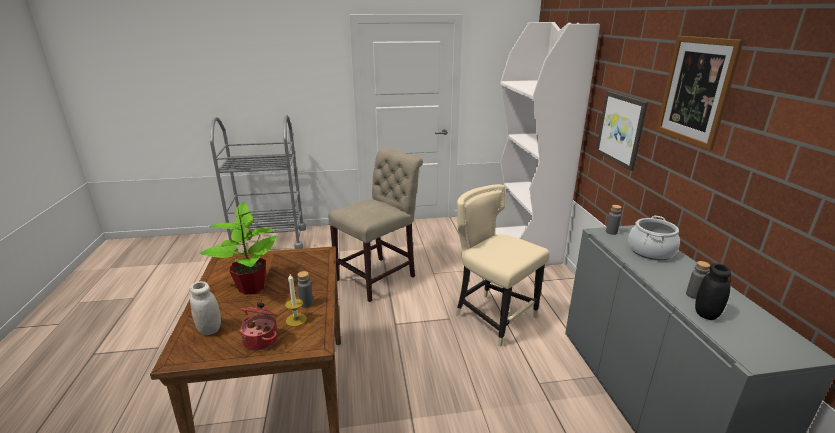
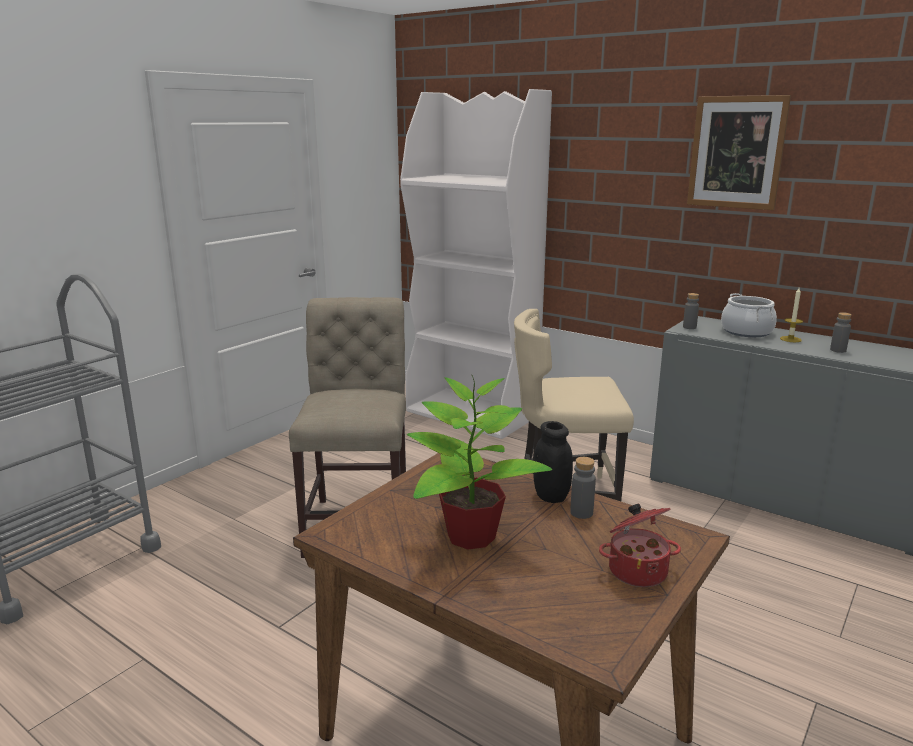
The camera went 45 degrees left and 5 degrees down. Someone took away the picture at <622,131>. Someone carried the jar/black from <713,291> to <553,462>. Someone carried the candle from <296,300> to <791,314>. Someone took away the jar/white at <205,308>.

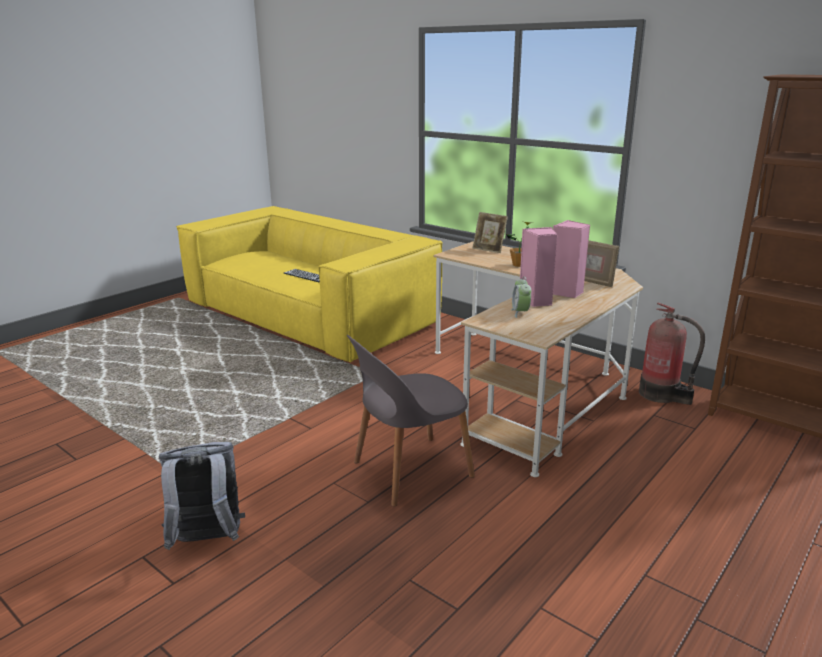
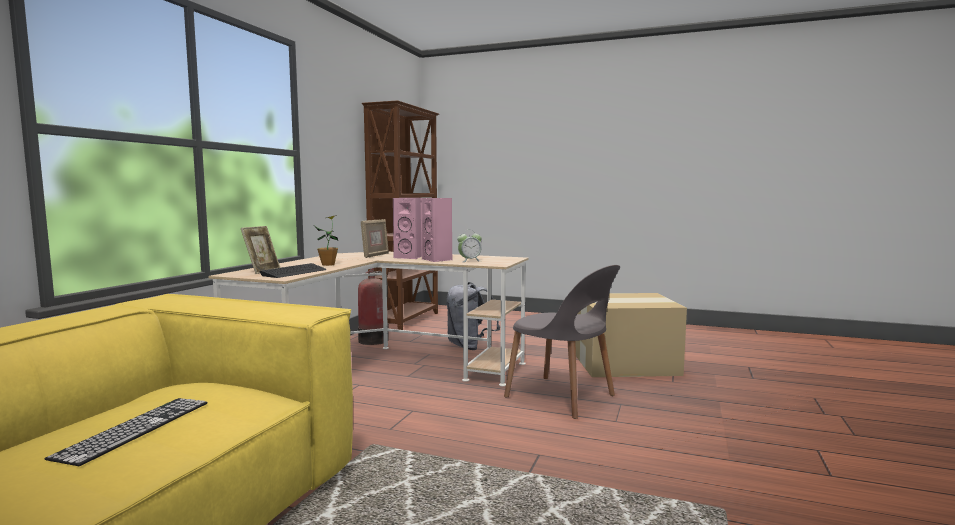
The camera went 110 degrees left and 15 degrees down. Someone carried the backpack/grey from <202,496> to <473,316>. Someone put down the keyboard at <292,270>. Someone put down the cardboard box at <631,335>.

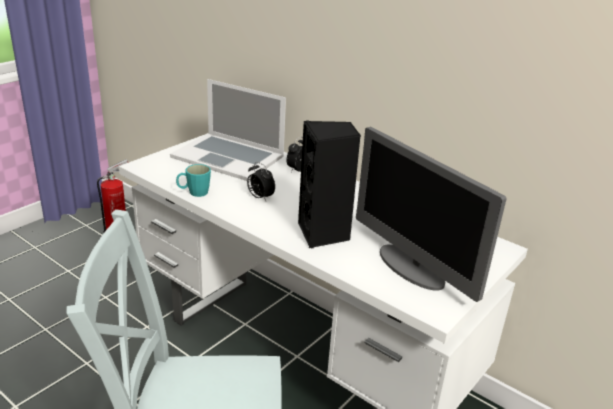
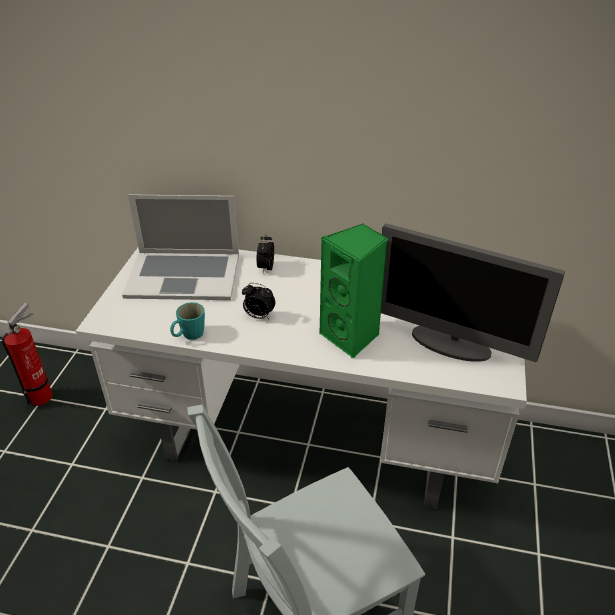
The camera went 25 degrees left and 10 degrees up. Someone repainted the speaker/black at <329,184>, which became the speaker/green at <354,290>.

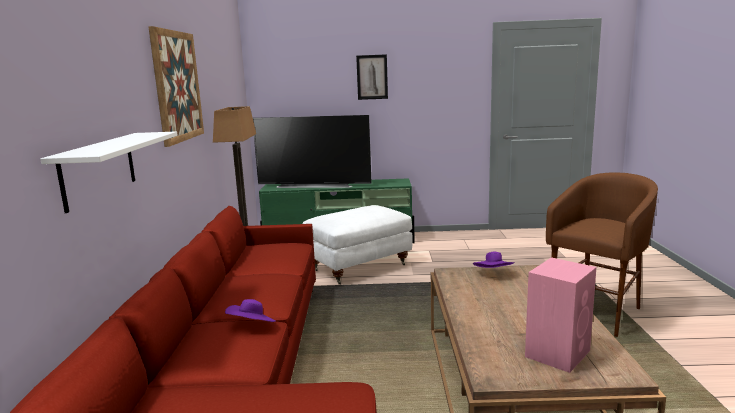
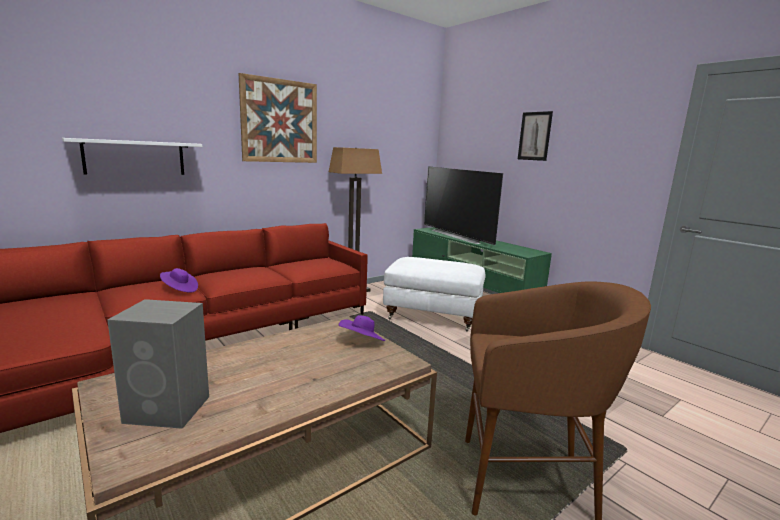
The camera went 50 degrees right and 0 degrees up. Someone repainted the speaker/pink at <560,315>, which became the speaker/grey at <158,364>.

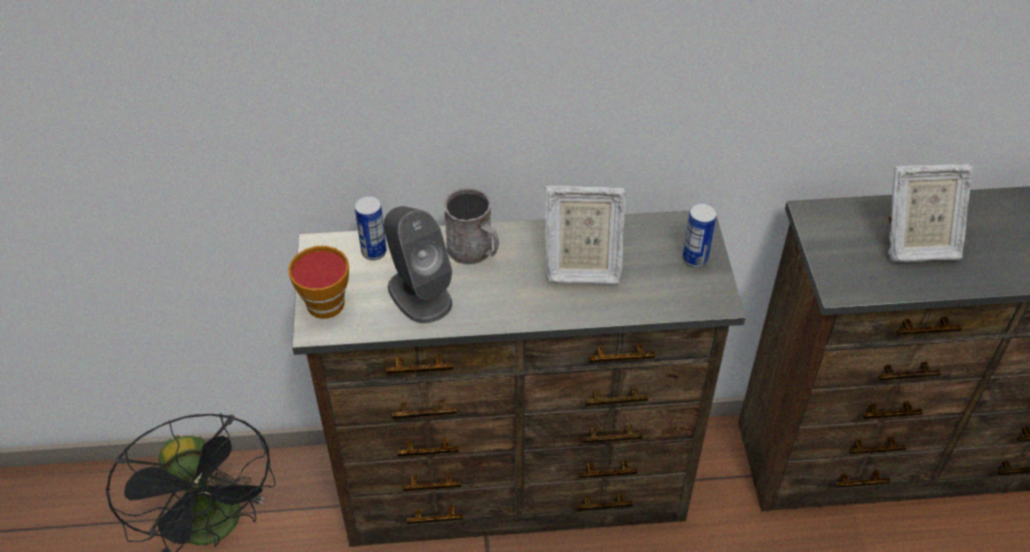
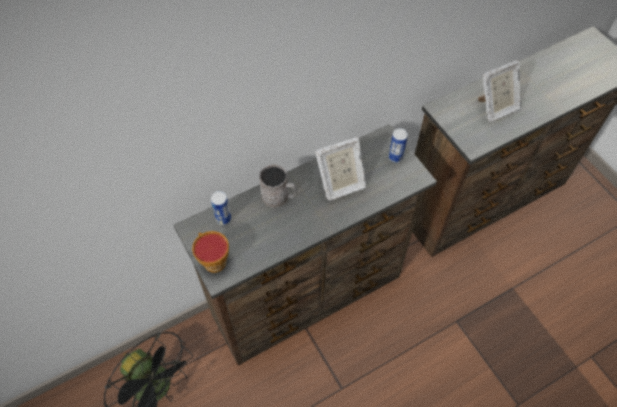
The camera went 25 degrees left and 10 degrees up. Someone took away the speaker/grey at <418,265>.

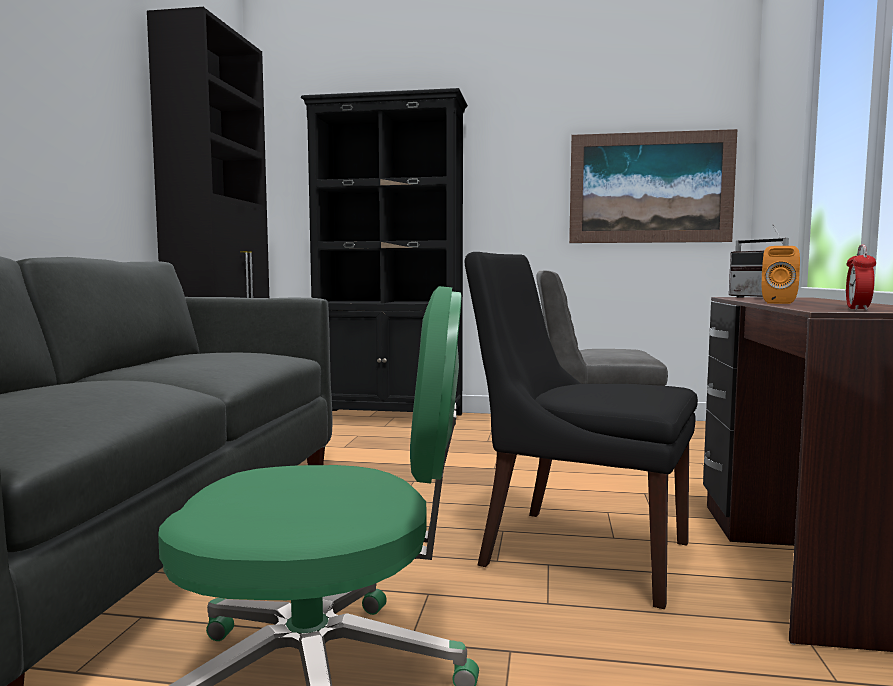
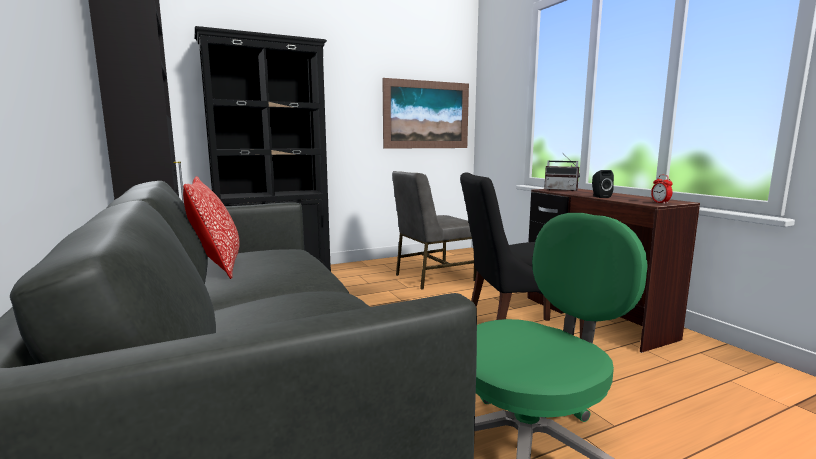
The camera went 35 degrees left and 5 degrees up. Someone repainted the speaker/orange at <781,275>, which became the speaker/black at <603,184>. Someone put down the pillow at <211,227>.

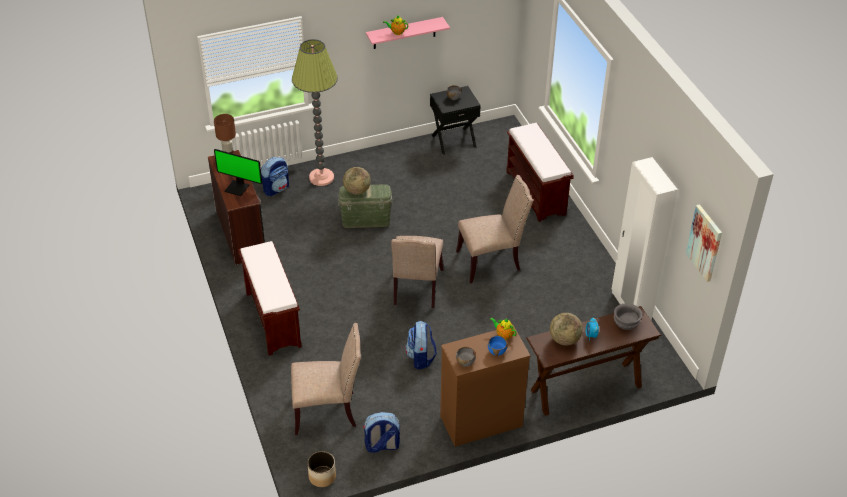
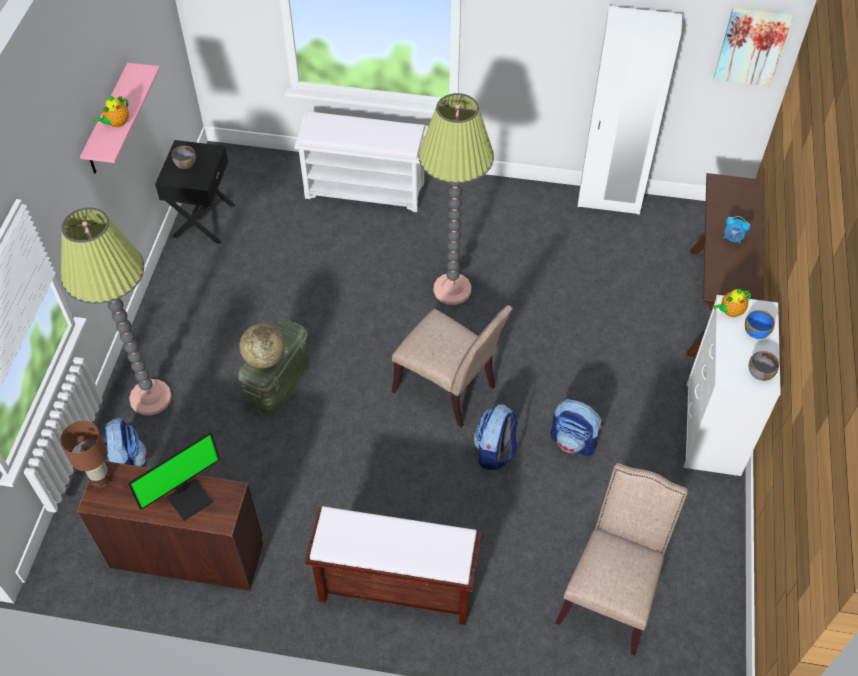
The camera went 60 degrees left and 10 degrees up. Someone repainted the bench/brown at <540,172>, which became the bench/white at <361,161>. Someone swapped the chair/beige at <494,229> for the floor lamp at <456,199>. Someone took away the bowl/grey at <628,316>. Someone took away the globe at <566,329>. Someone repainted the dresser/brown at <485,386>, which became the dresser/white at <732,385>. Someone carried the backpack from <381,432> to <496,437>. Someone took away the planter at <322,469>.

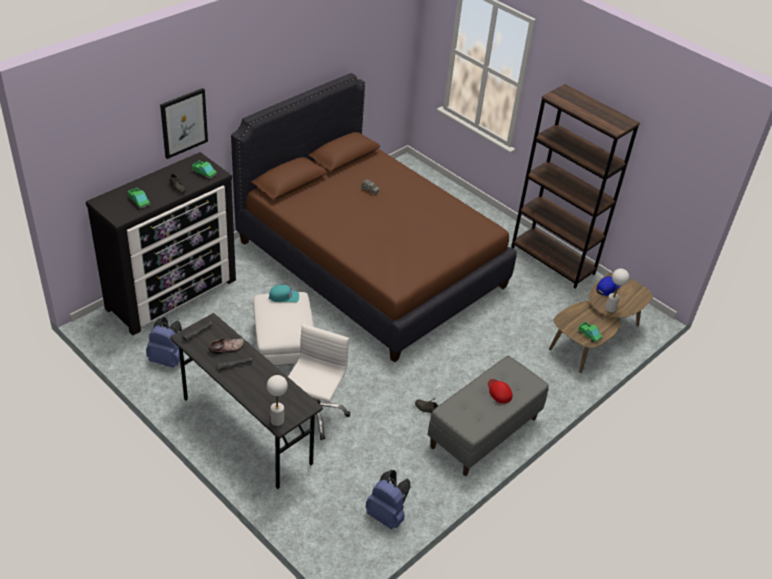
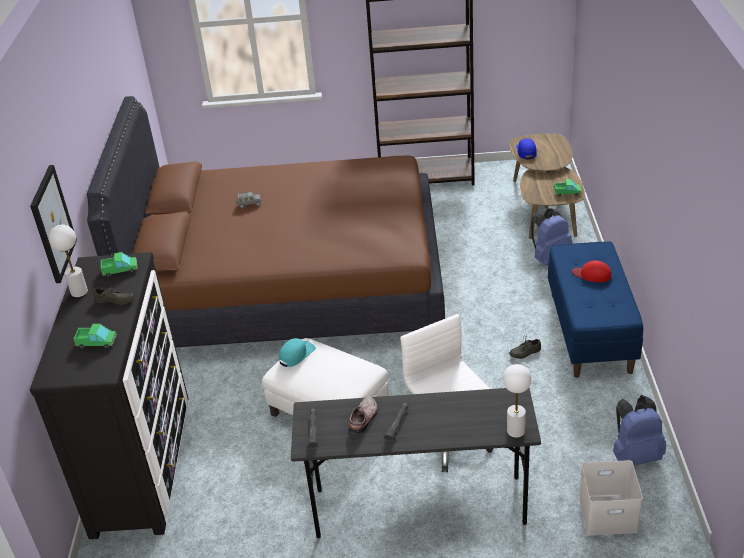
The camera went 40 degrees left and 5 degrees down. Someone carried the table lamp/white from <617,291> to <68,261>. Someone carried the backpack/blue from <164,342> to <552,237>. Someone repainted the bench/grey at <488,416>, which became the bench/blue at <595,309>. Someone put down the storage box/white at <611,498>.

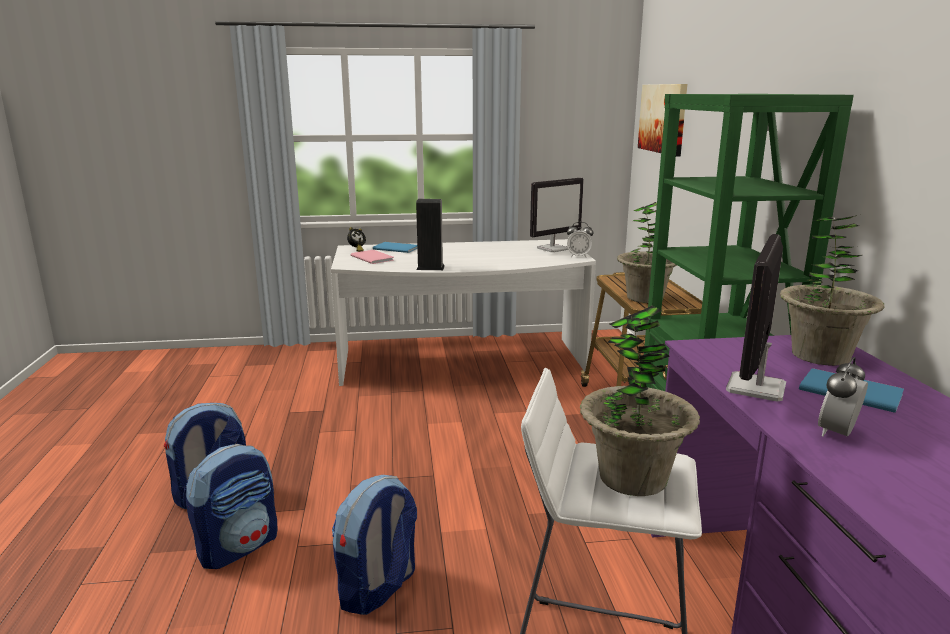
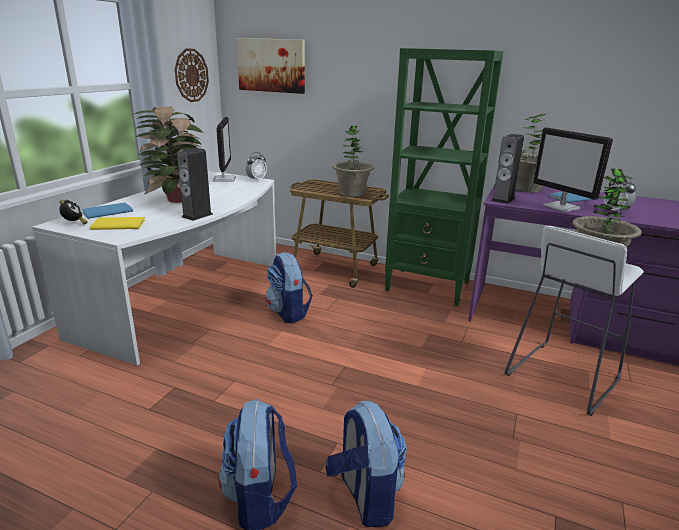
The camera went 60 degrees left and 5 degrees up. Someone repainted the book/pink at <372,257>, which became the book/yellow at <117,223>. Someone carried the backpack from <374,545> to <289,288>. Someone put up the wall clock at <192,75>. Someone put down the potted plant at <169,154>. Someone put down the speaker at <507,169>.

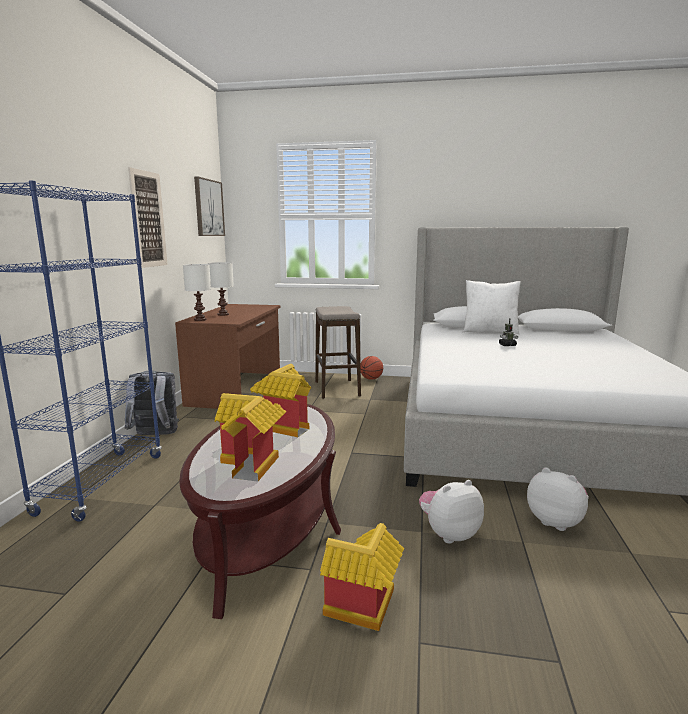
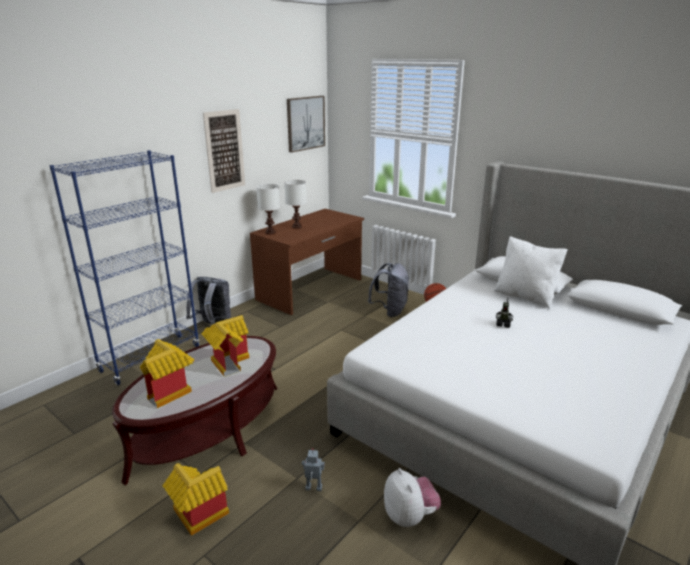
The camera went 30 degrees right and 10 degrees up. Someone swapped the stool at <338,352> for the backpack/grey at <388,290>. Someone swapped the plush toy at <451,512> for the toy robot at <313,469>.

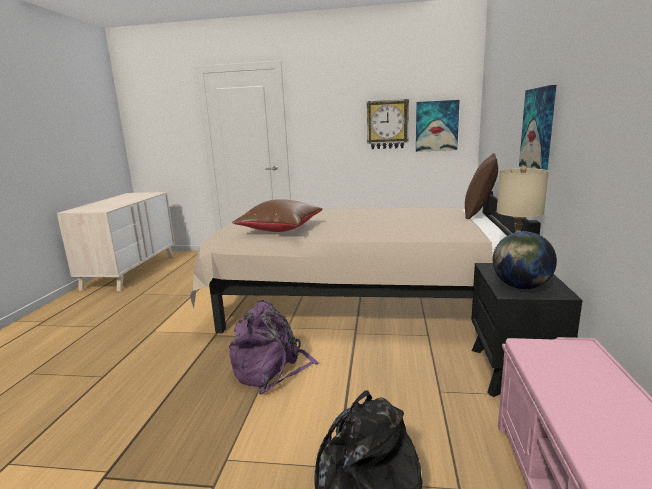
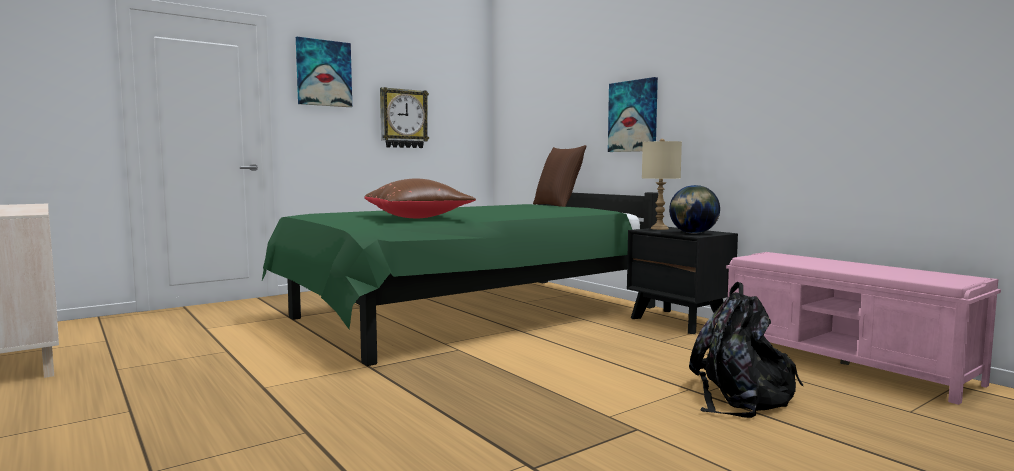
The camera went 45 degrees left and 10 degrees down. Someone carried the picture from <438,126> to <324,72>. Someone repainted the bed/beige at <365,262>, which became the bed/green at <460,279>. Someone took away the backpack/purple at <274,347>.

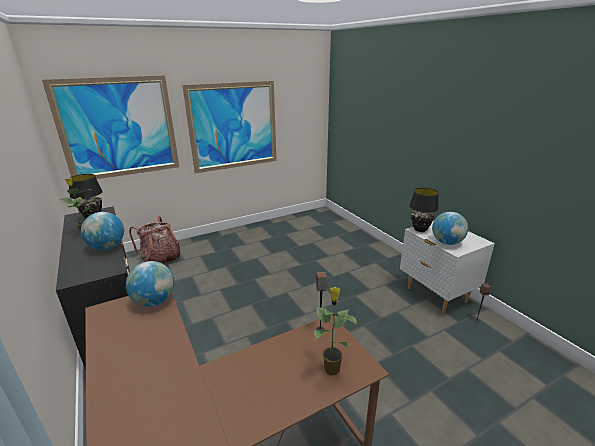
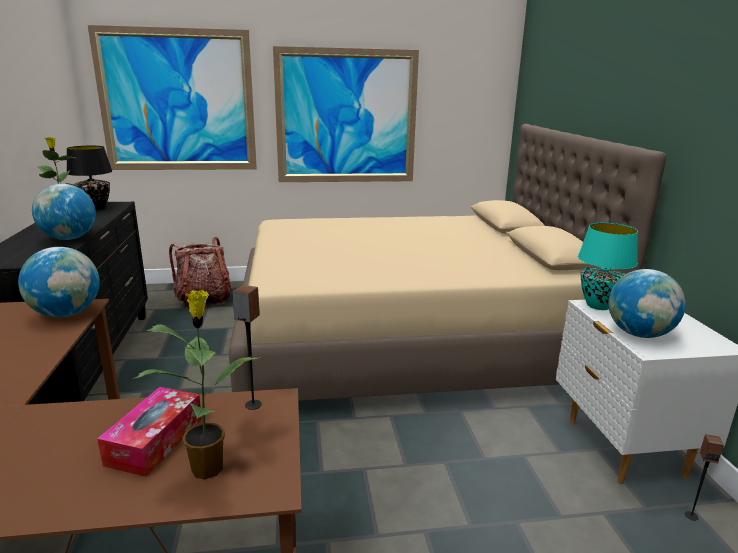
The camera went 20 degrees right and 5 degrees down. Someone repainted the table lamp/black at <424,210>, which became the table lamp/turquoise at <608,266>. Someone put down the bed/beige at <447,262>. Someone put down the tissue box at <149,432>.

